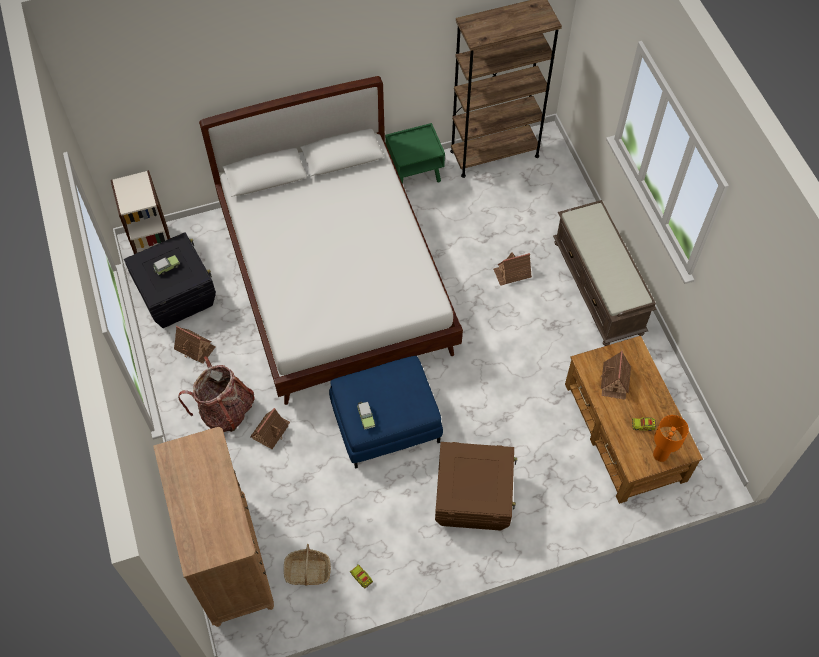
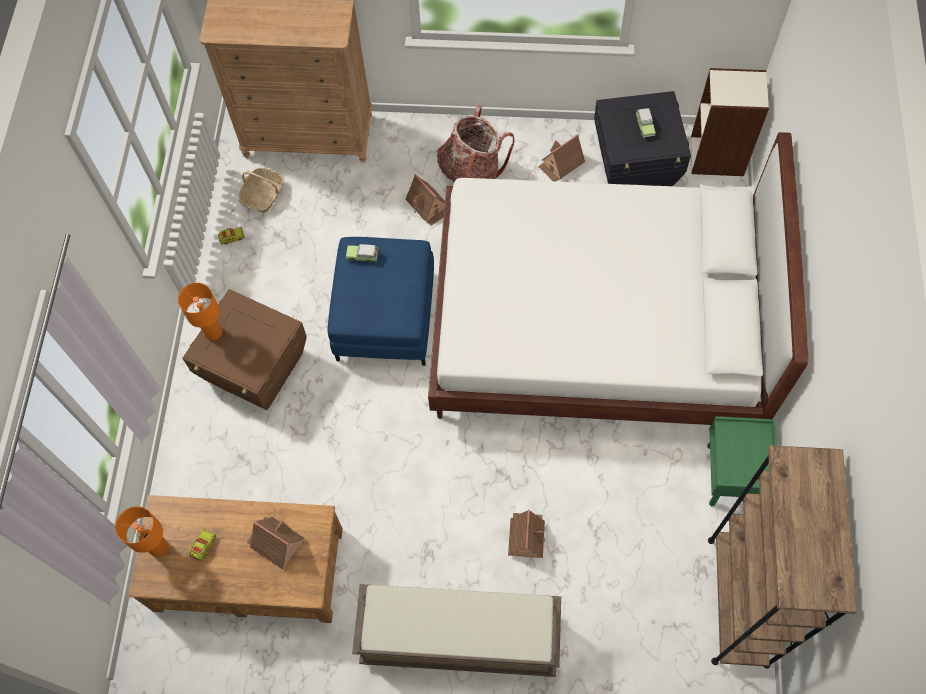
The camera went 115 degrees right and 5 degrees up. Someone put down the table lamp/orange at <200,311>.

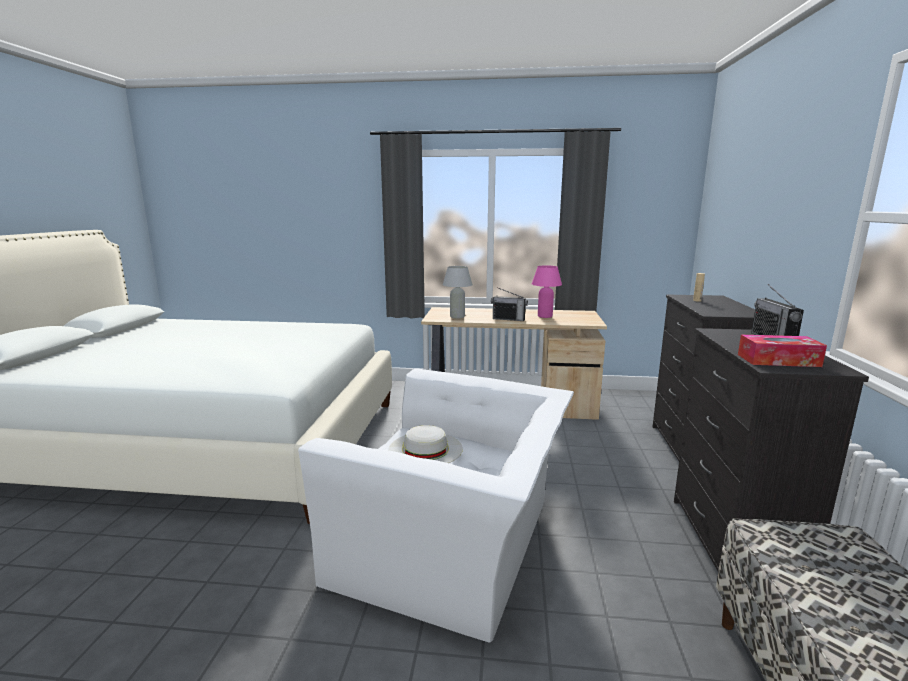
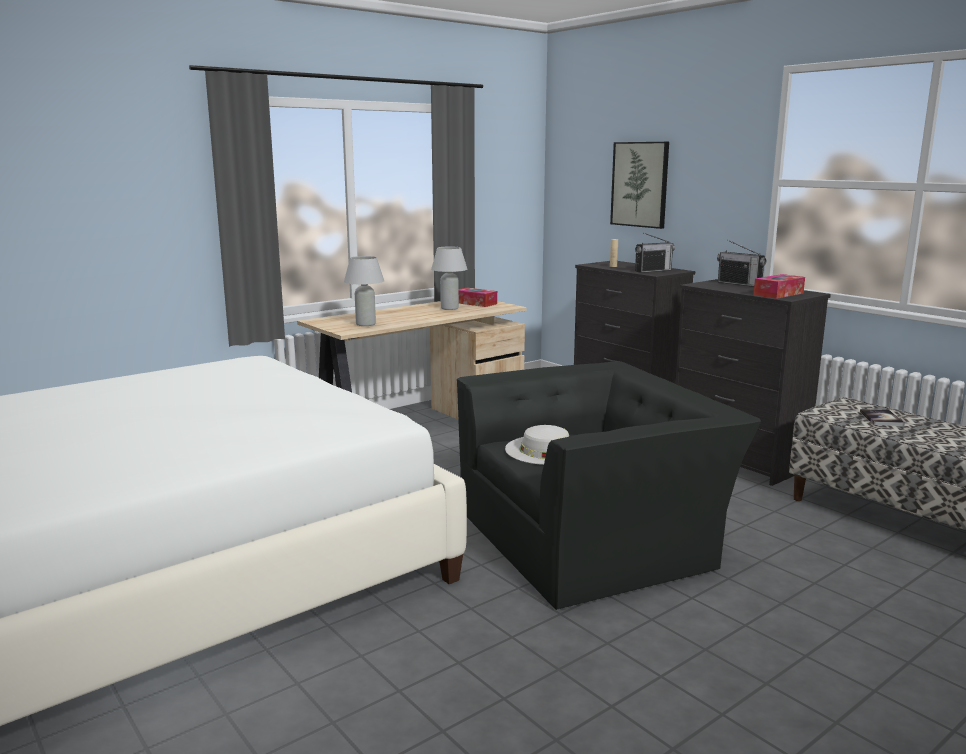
The camera went 45 degrees left and 0 degrees up. Someone repainted the table lamp/pink at <547,291>, which became the table lamp/white at <449,278>. Someone carried the radio from <509,304> to <655,253>. Someone repainted the armchair/white at <436,505>, which became the armchair/black at <609,485>. Someone put up the picture at <639,185>. Someone put down the tissue box at <478,297>. Someone put down the book at <882,417>.

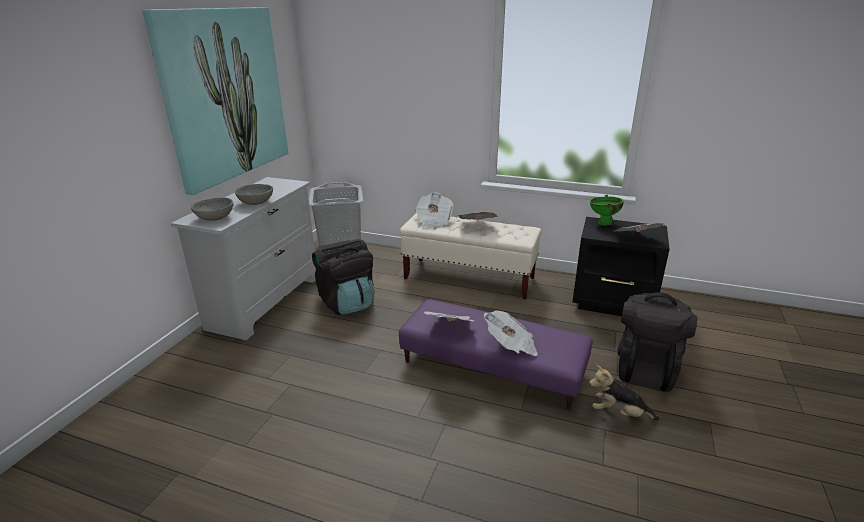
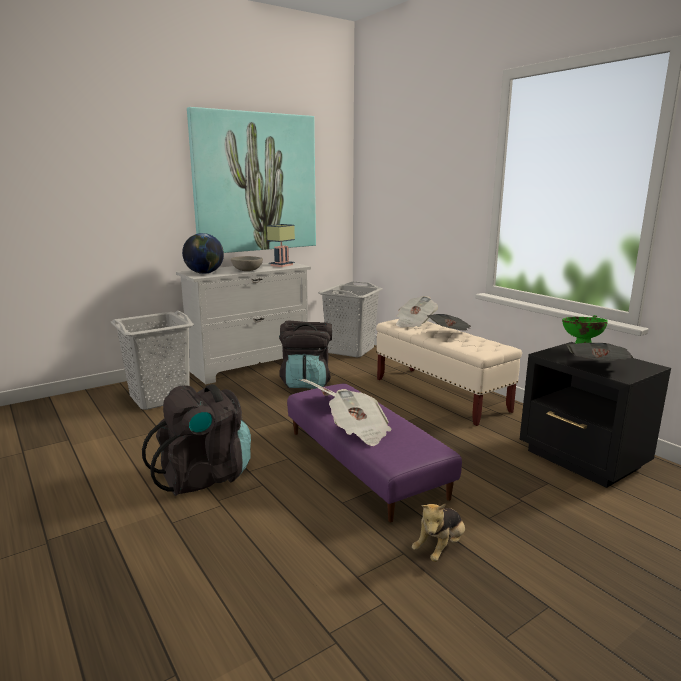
The camera went 35 degrees right and 10 degrees down. Someone swapped the bowl/grey at <212,209> for the globe at <203,253>. Someone carried the backpack/black from <657,342> to <196,440>. Someone rotated the plush toy at <624,393> by 105 degrees counterclockwise. Someone put down the table lamp at <281,245>. Someone put down the laundry basket/grey at <152,360>.

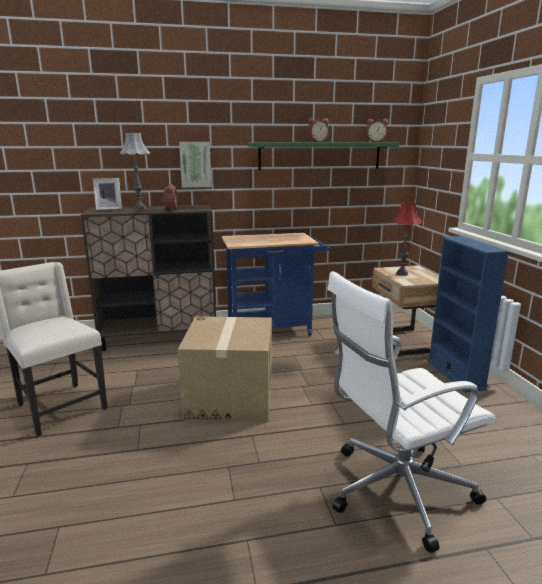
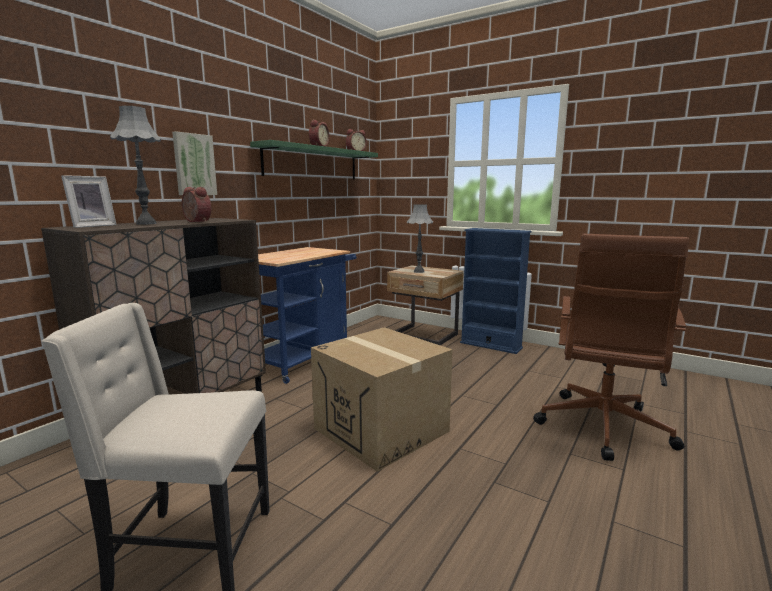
The camera went 45 degrees left and 5 degrees down. Someone repainted the table lamp/red at <407,239>, which became the table lamp/grey at <420,238>. Someone repainted the office chair/white at <411,412>, which became the office chair/brown at <611,347>.

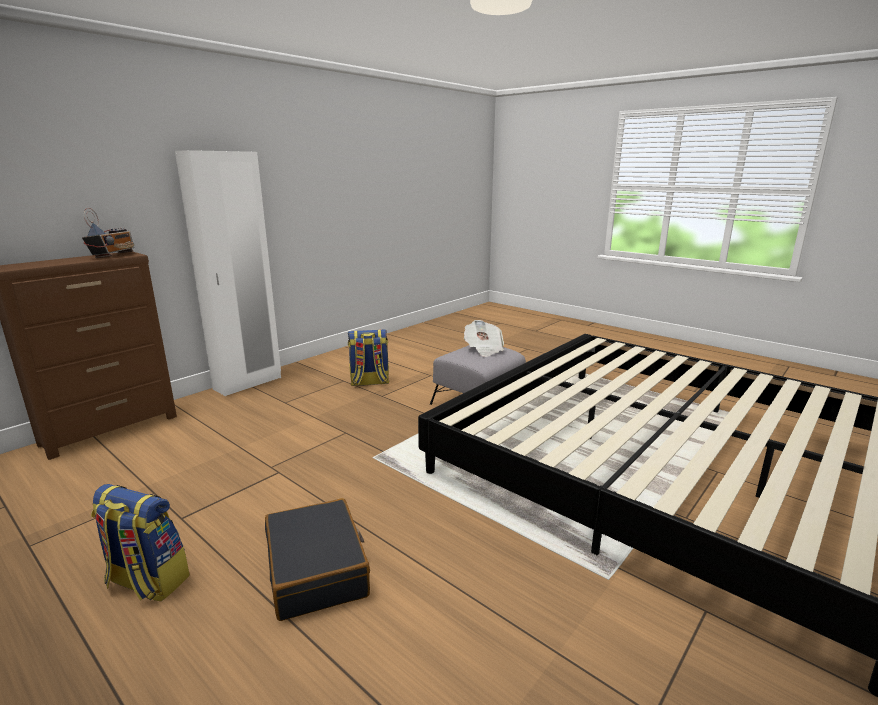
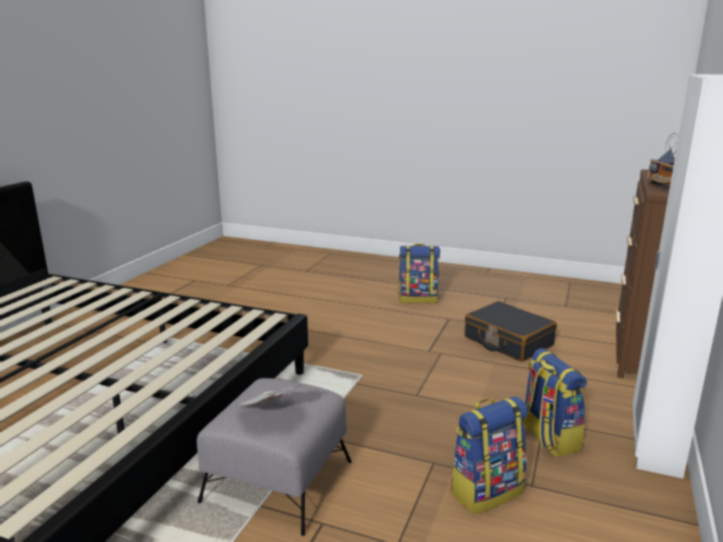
The camera went 160 degrees right and 0 degrees up. Someone carried the suitcase/black from <317,559> to <511,331>. Someone put down the backpack at <554,402>.

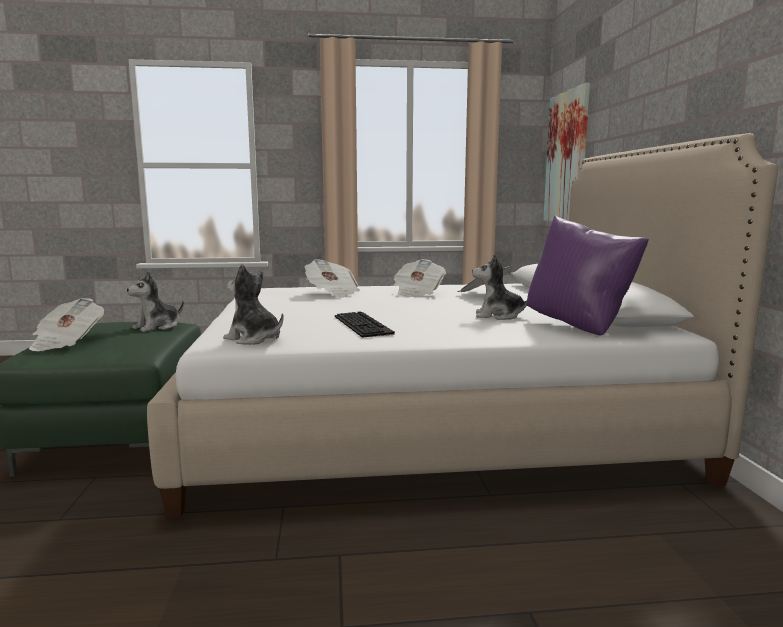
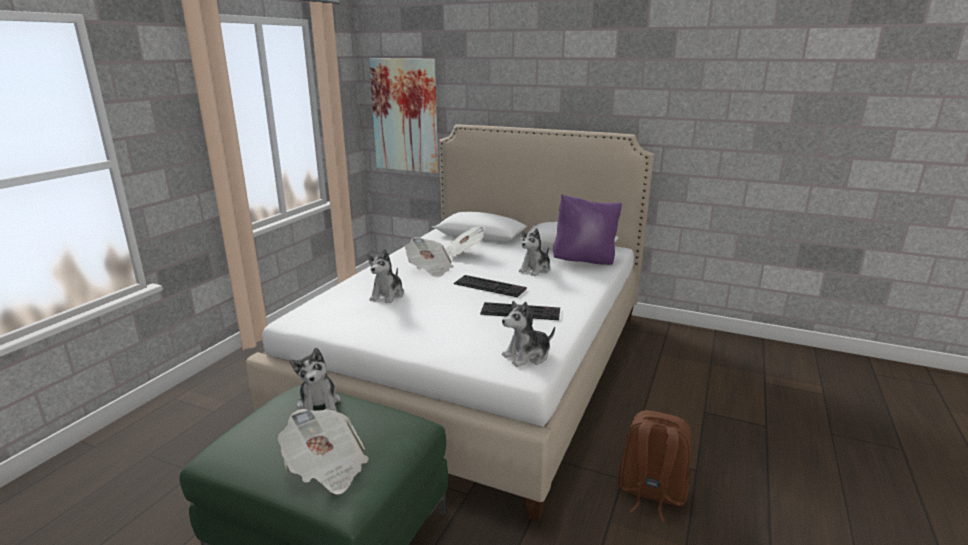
The camera went 60 degrees left and 10 degrees up. Someone swapped the newspaper at <332,278> for the plush toy at <385,276>. Someone put down the keyboard at <490,286>. Someone put down the backpack/brown at <654,466>.

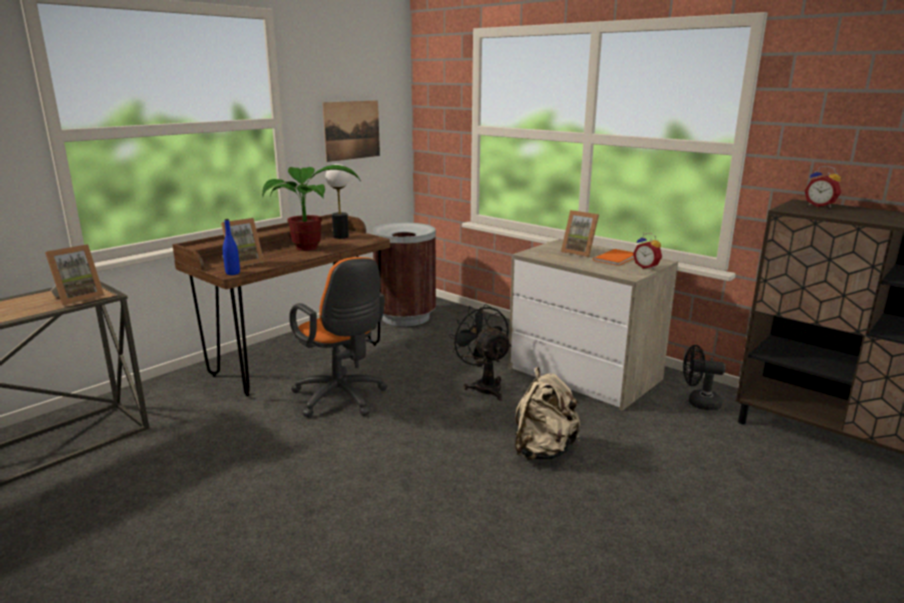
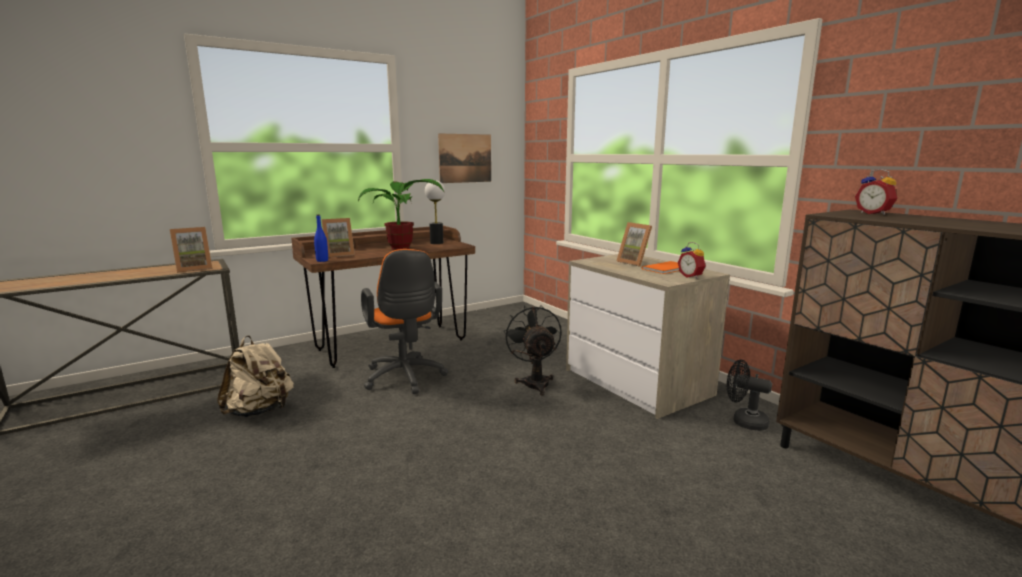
The camera went 15 degrees right and 5 degrees down. Someone took away the trash can/brown at <404,274>. Someone carried the backpack/beige from <547,413> to <255,376>.

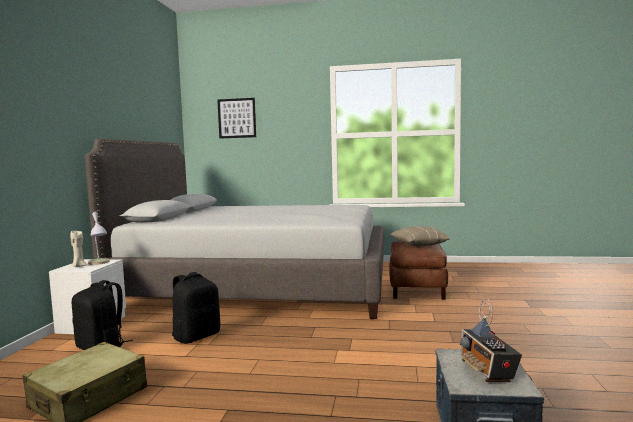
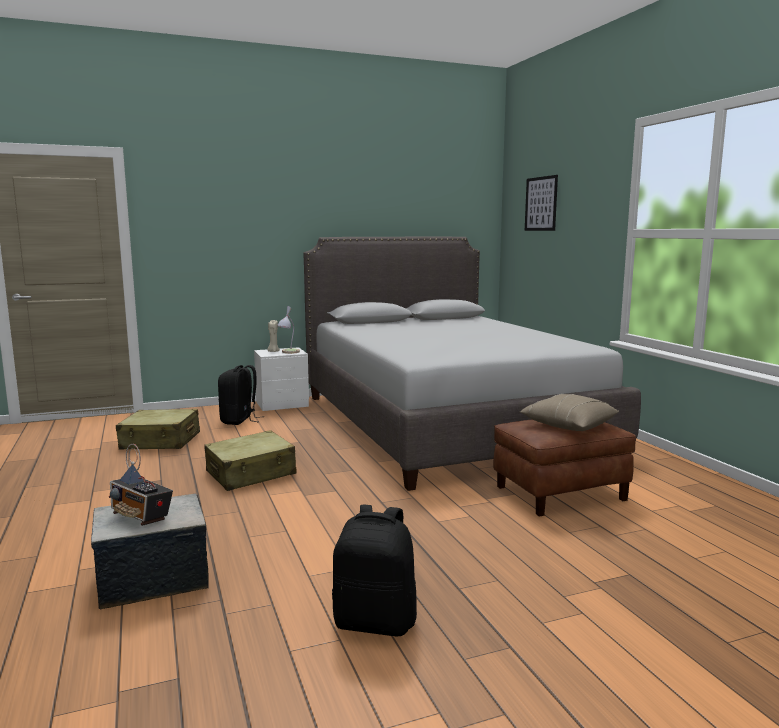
The camera went 60 degrees right and 5 degrees up. Someone carried the backpack/black from <196,308> to <374,571>. Someone rotated the radio at <491,340> by 105 degrees counterclockwise. Someone put down the suitcase/beige at <250,460>.

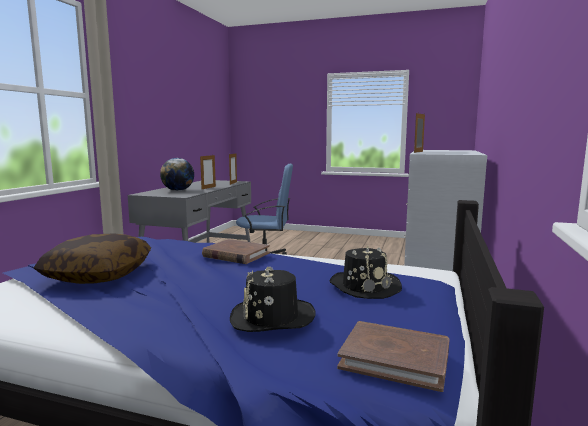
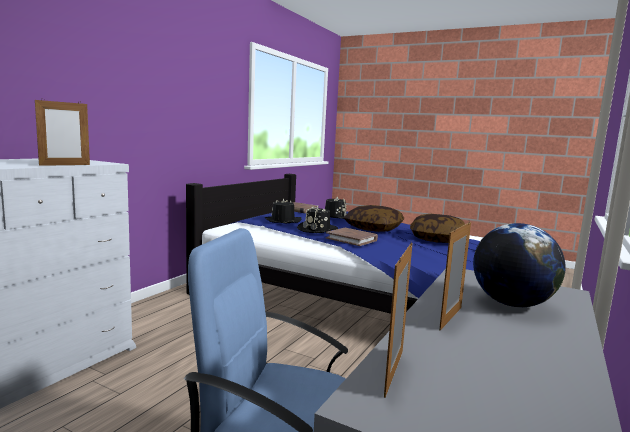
The camera went 170 degrees left and 0 degrees up. Someone put down the hat/black at <317,219>. Someone put down the pillow at <374,218>.

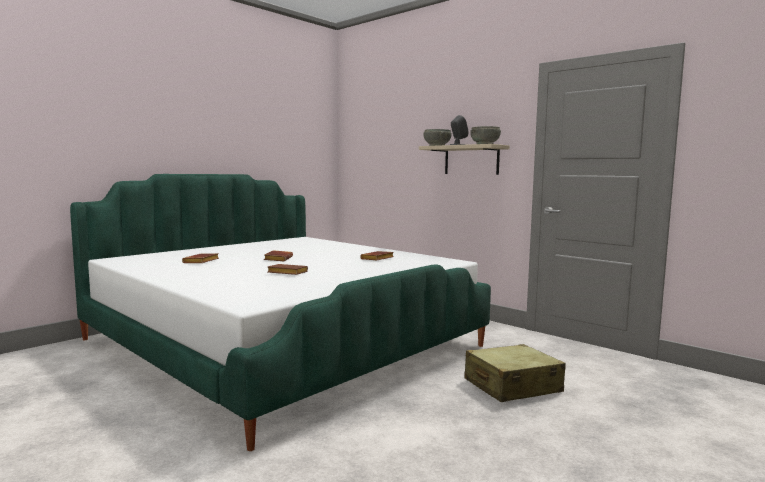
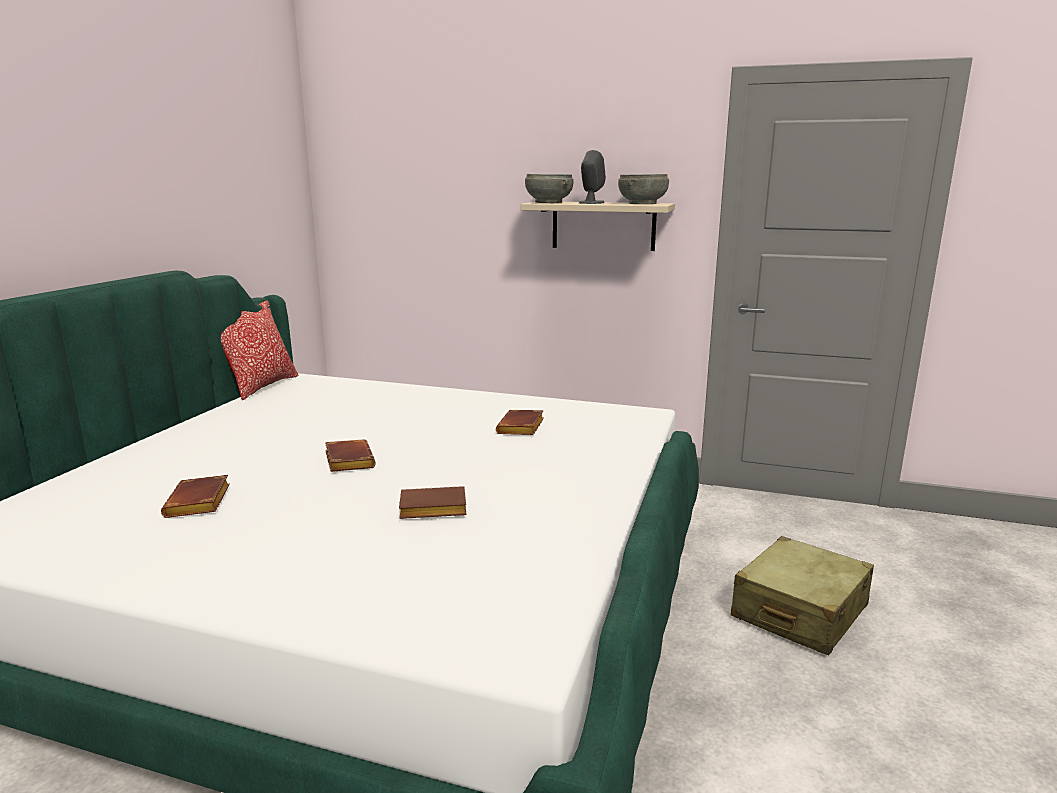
The camera went 25 degrees left and 10 degrees up. Someone put down the pillow at <260,351>.

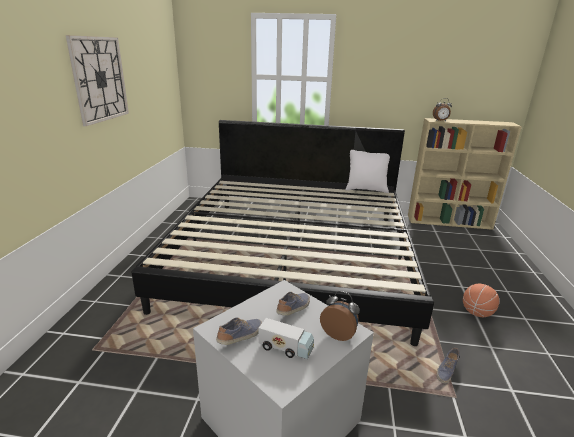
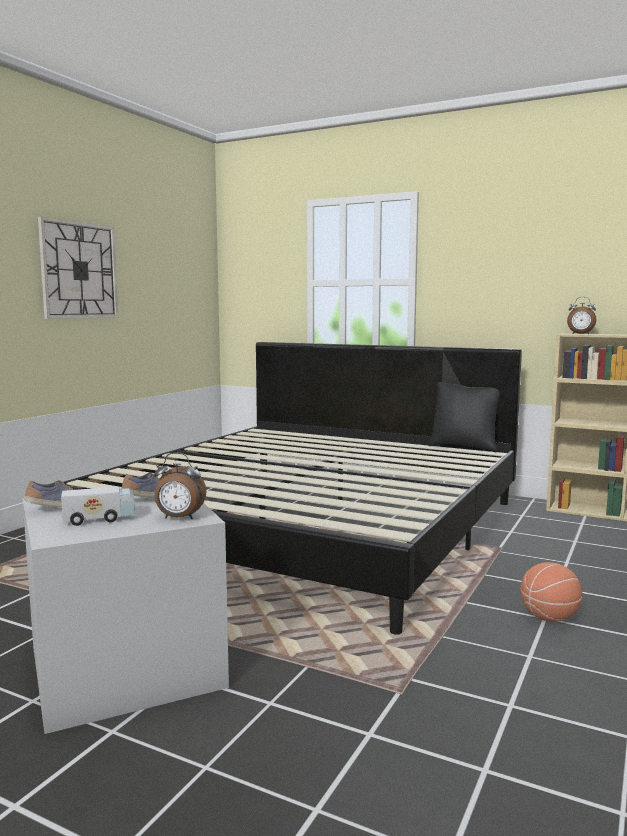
The camera went 20 degrees right and 15 degrees down. Someone repainted the pillow/white at <367,171>, which became the pillow/black at <464,417>. Someone rotated the alarm clock at <340,316> by 135 degrees clockwise. Someone rotated the toy truck at <286,338> by 60 degrees counterclockwise. Someone took away the shoe at <448,365>.

